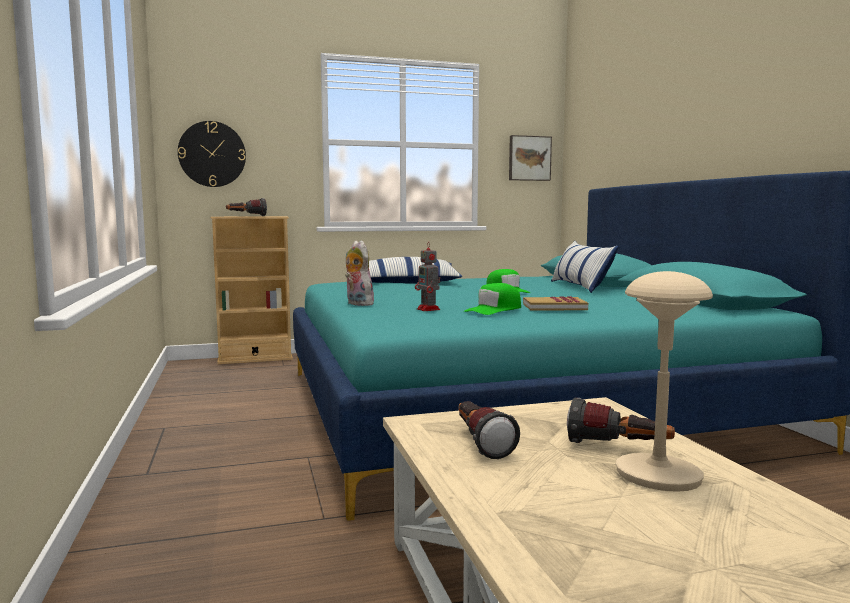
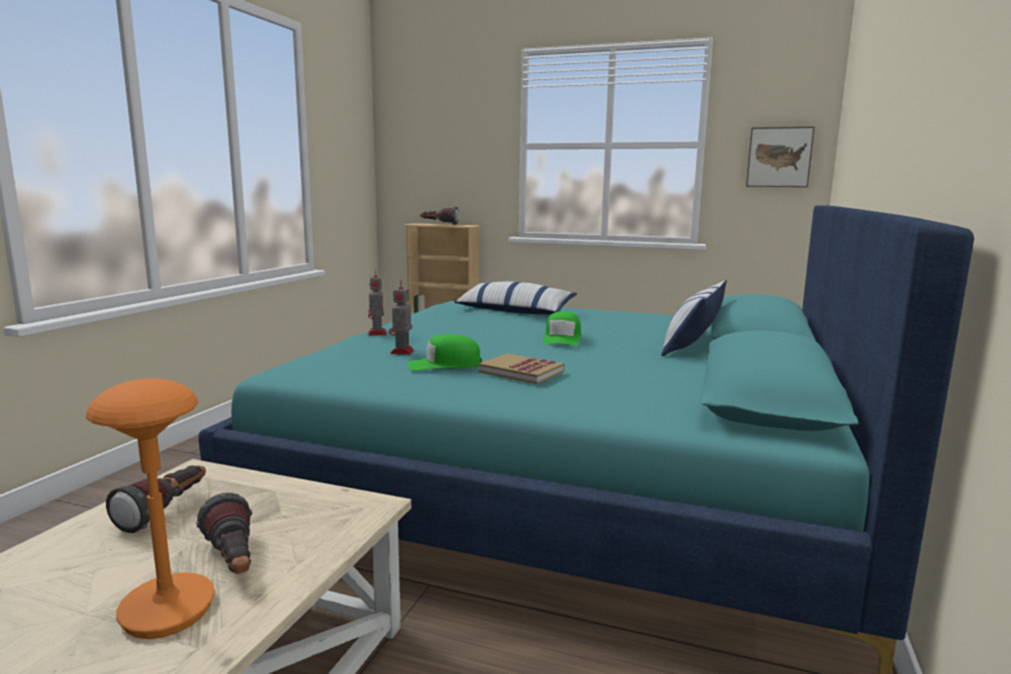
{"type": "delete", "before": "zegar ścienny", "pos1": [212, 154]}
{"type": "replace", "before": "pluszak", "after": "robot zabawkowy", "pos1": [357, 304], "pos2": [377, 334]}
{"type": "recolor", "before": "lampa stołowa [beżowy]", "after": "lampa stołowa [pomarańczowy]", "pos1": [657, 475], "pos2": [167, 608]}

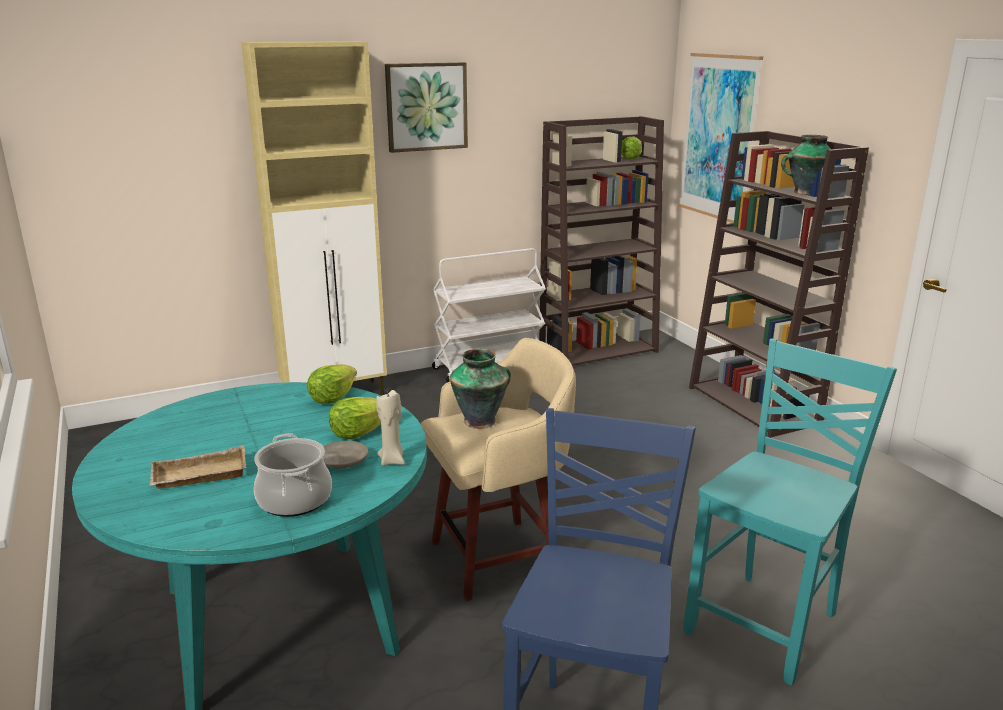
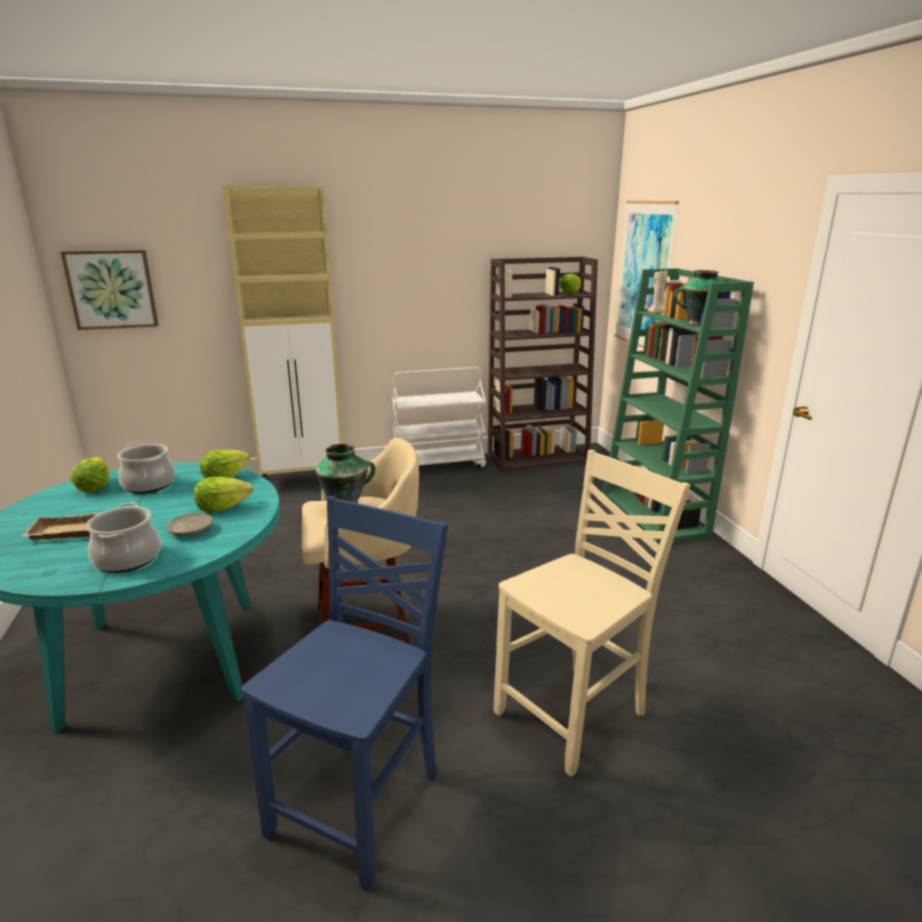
{"type": "insert", "after": "sałata", "pos2": [94, 487]}
{"type": "insert", "after": "garnek", "pos2": [149, 485]}
{"type": "move", "before": "świeca [beżowy]", "pos1": [392, 460], "pos2": [656, 313]}
{"type": "move", "before": "obraz", "pos1": [426, 107], "pos2": [112, 289]}
{"type": "recolor", "before": "krzesło [turkusowy]", "after": "krzesło [beżowy]", "pos1": [766, 623], "pos2": [574, 714]}
{"type": "recolor", "before": "regał [brązowy]", "after": "regał [zielony]", "pos1": [754, 405], "pos2": [655, 515]}

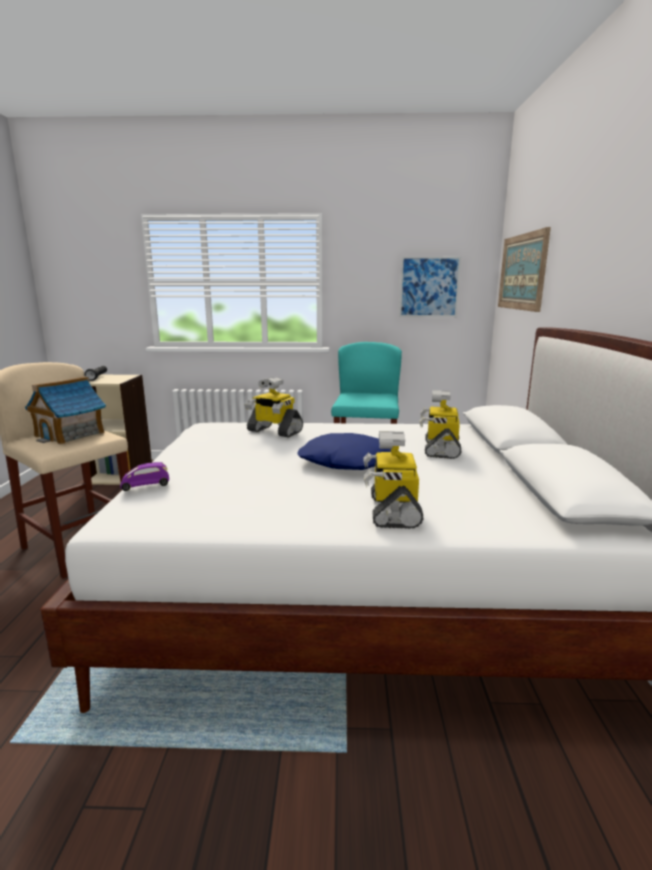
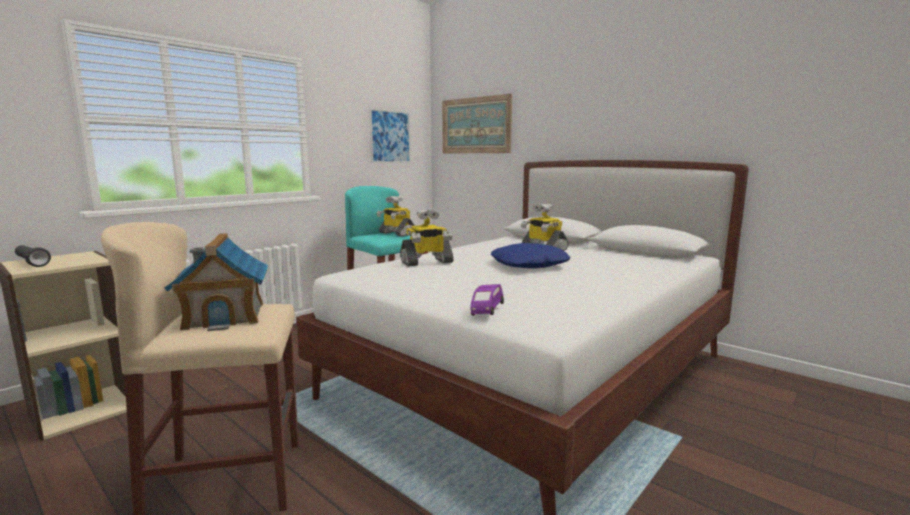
{"type": "move", "before": "robot zabawkowy", "pos1": [393, 511], "pos2": [396, 234]}

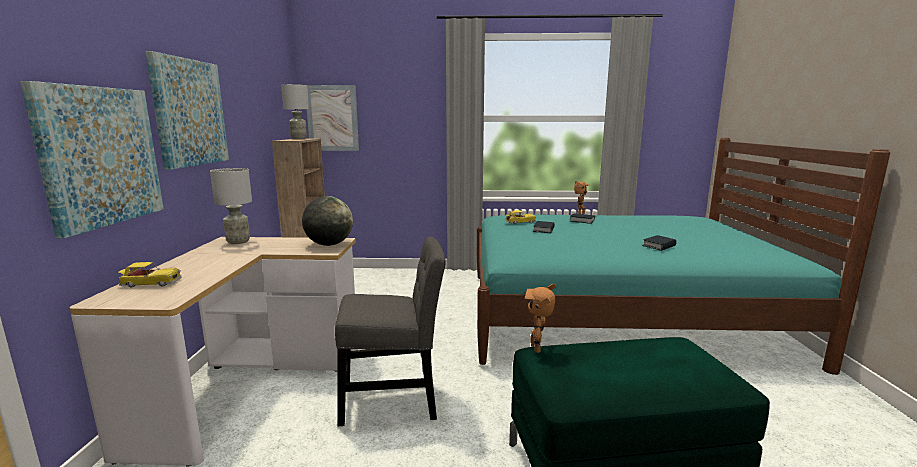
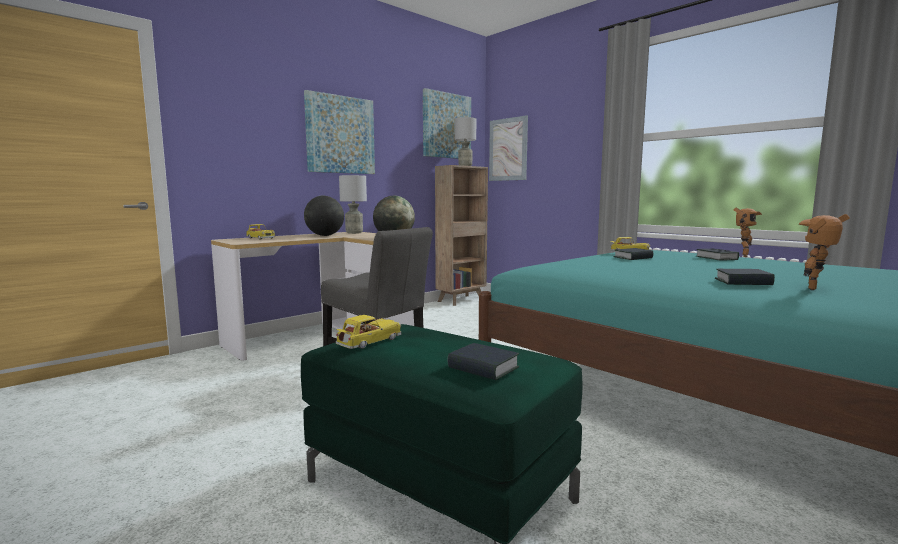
{"type": "insert", "after": "globus", "pos2": [325, 235]}
{"type": "insert", "after": "samochodzik", "pos2": [368, 342]}
{"type": "insert", "after": "książka", "pos2": [483, 368]}
{"type": "move", "before": "obraz", "pos1": [100, 156], "pos2": [446, 126]}
{"type": "move", "before": "robot zabawkowy", "pos1": [538, 348], "pos2": [817, 289]}

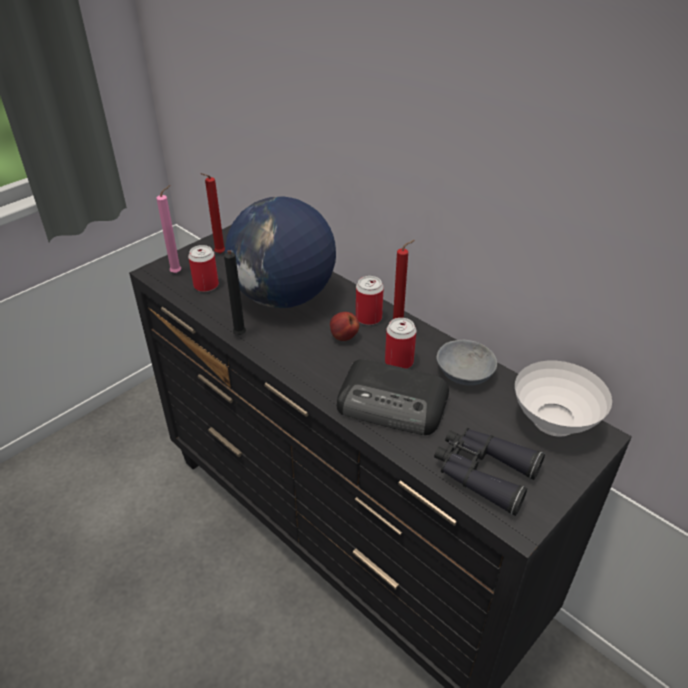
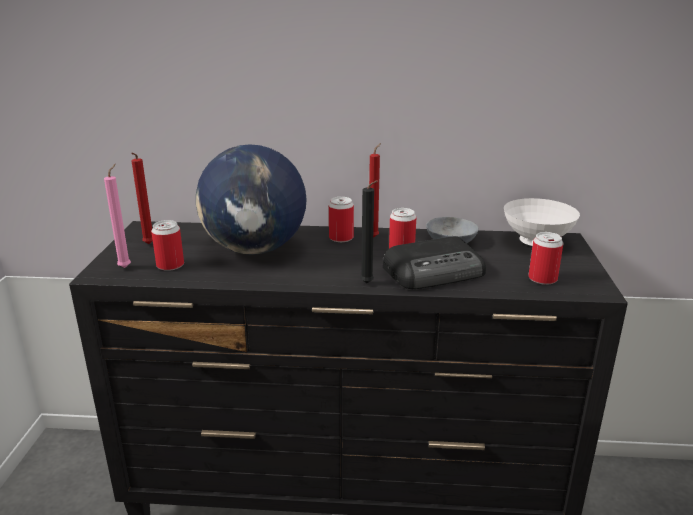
{"type": "delete", "before": "jabłko", "pos1": [343, 337]}
{"type": "move", "before": "świeca [czarny]", "pos1": [239, 336], "pos2": [368, 284]}
{"type": "replace", "before": "lornetka [czarny]", "after": "puszka", "pos1": [483, 473], "pos2": [542, 279]}

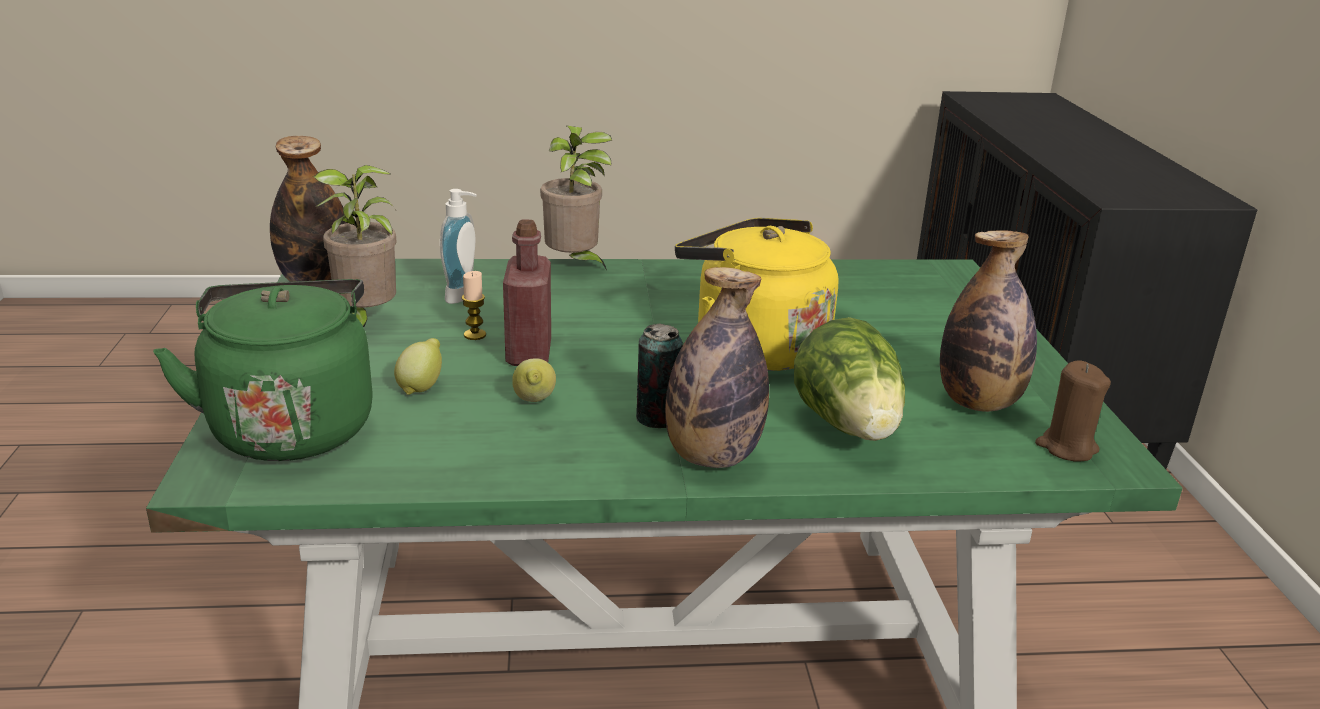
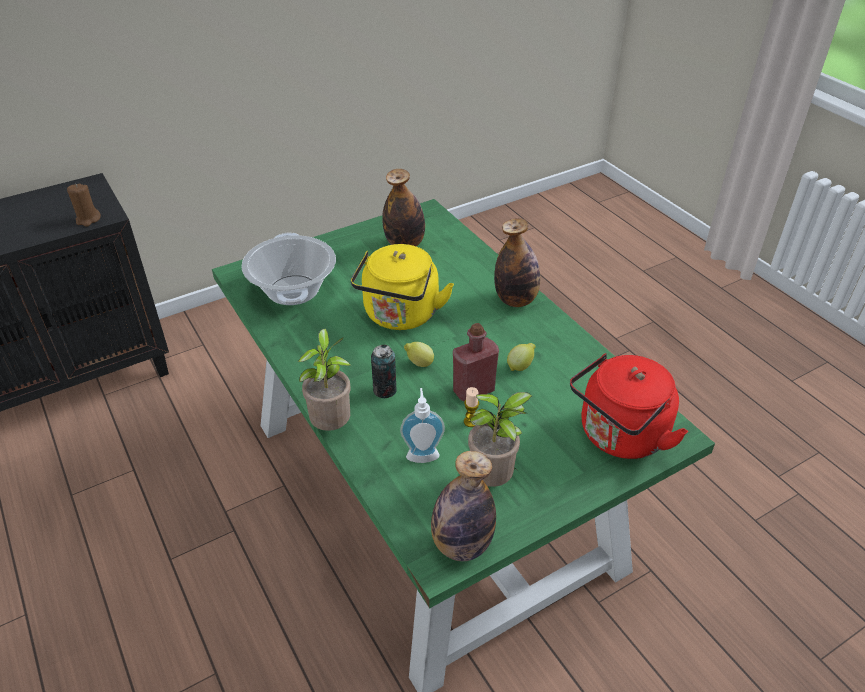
{"type": "delete", "before": "sałata", "pos1": [849, 427]}
{"type": "insert", "after": "garnek", "pos2": [293, 290]}
{"type": "move", "before": "cytryna", "pos1": [421, 387], "pos2": [419, 363]}
{"type": "move", "before": "puszka", "pos1": [657, 418], "pos2": [384, 390]}
{"type": "move", "before": "świeca [brązowy]", "pos1": [1066, 447], "pos2": [88, 219]}
{"type": "recolor", "before": "czajnik [zielony]", "after": "czajnik [czerwony]", "pos1": [292, 425], "pos2": [619, 437]}

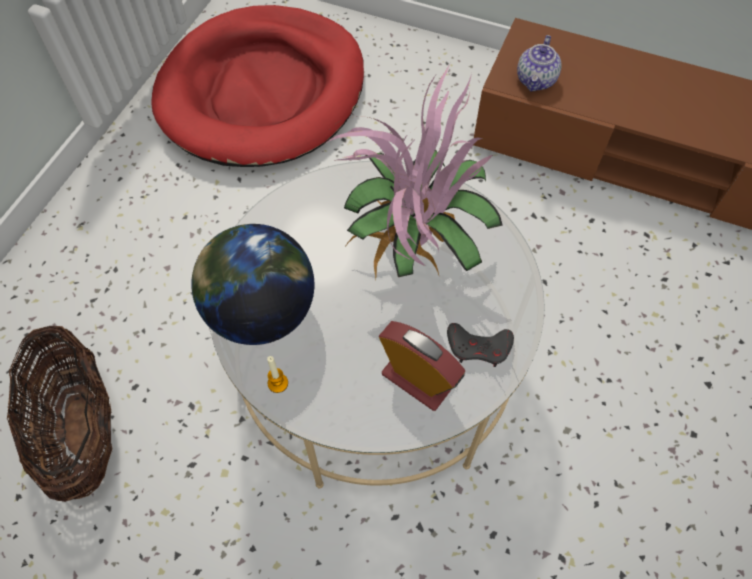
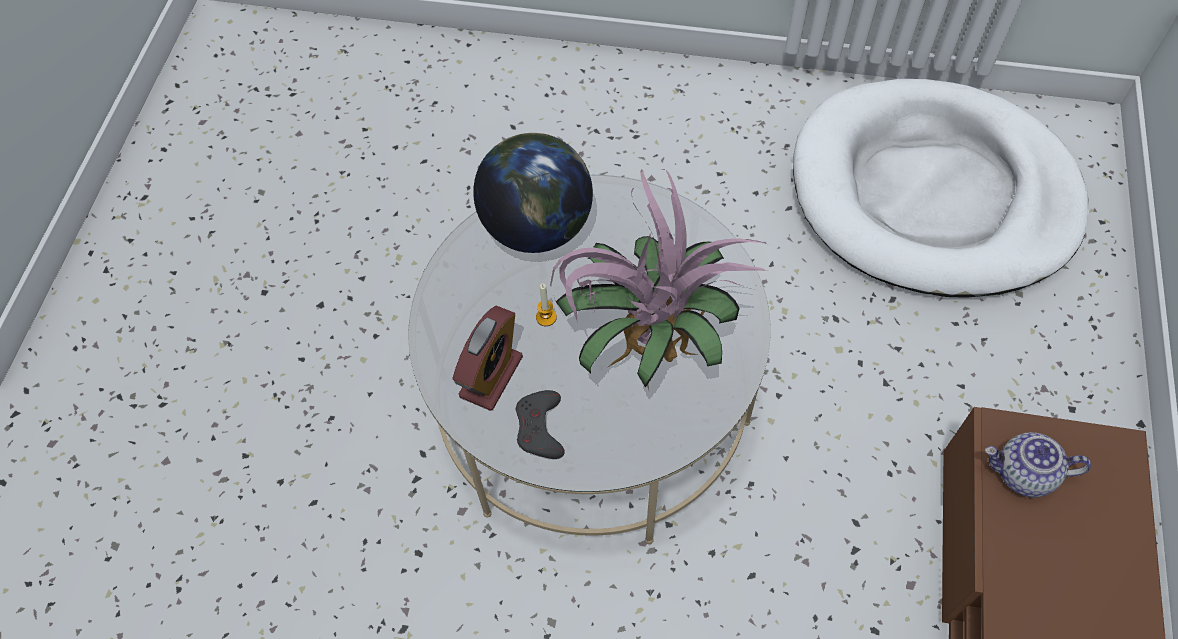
{"type": "delete", "before": "koszyk", "pos1": [82, 429]}
{"type": "move", "before": "świeca", "pos1": [278, 383], "pos2": [546, 317]}
{"type": "recolor", "before": "legowisko [czerwony]", "after": "legowisko [biały]", "pos1": [263, 92], "pos2": [932, 194]}

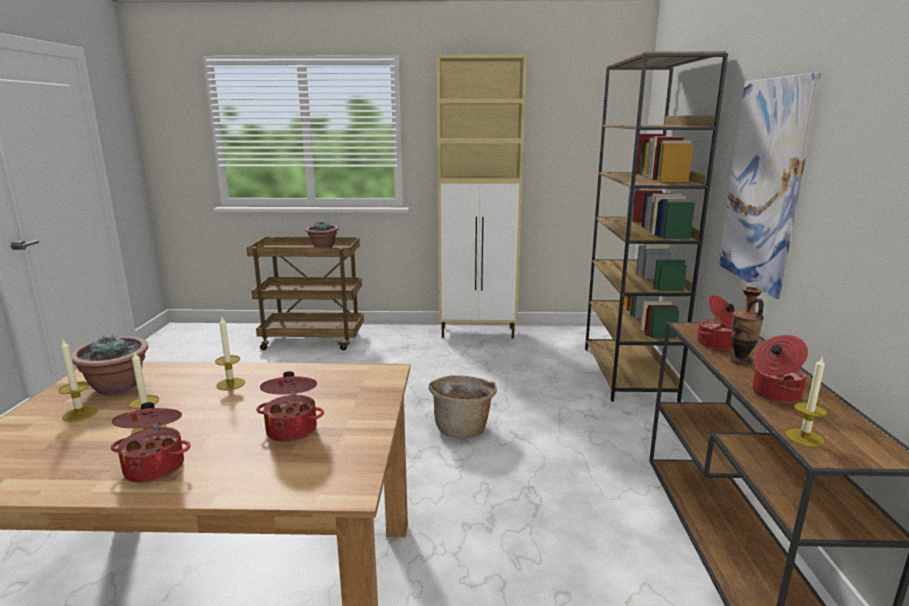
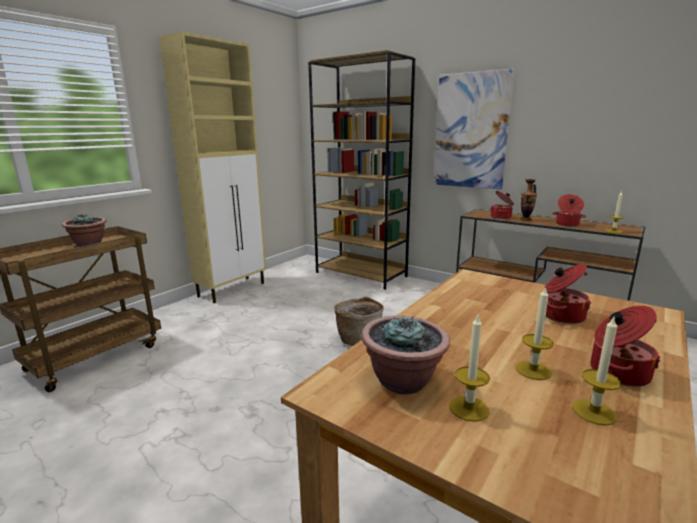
{"type": "move", "before": "świeca", "pos1": [230, 384], "pos2": [594, 412]}

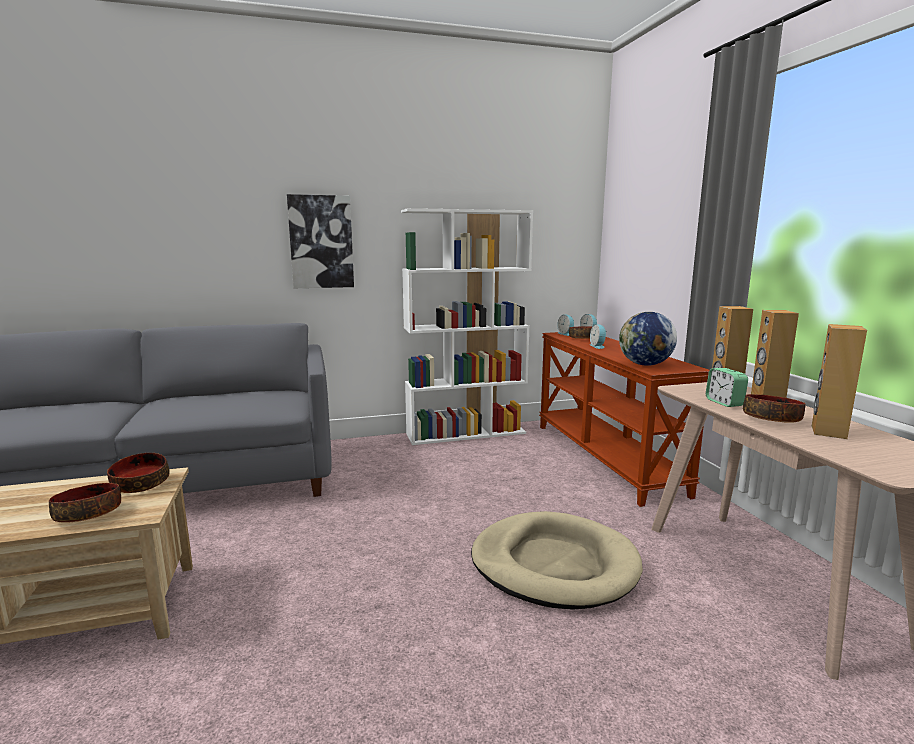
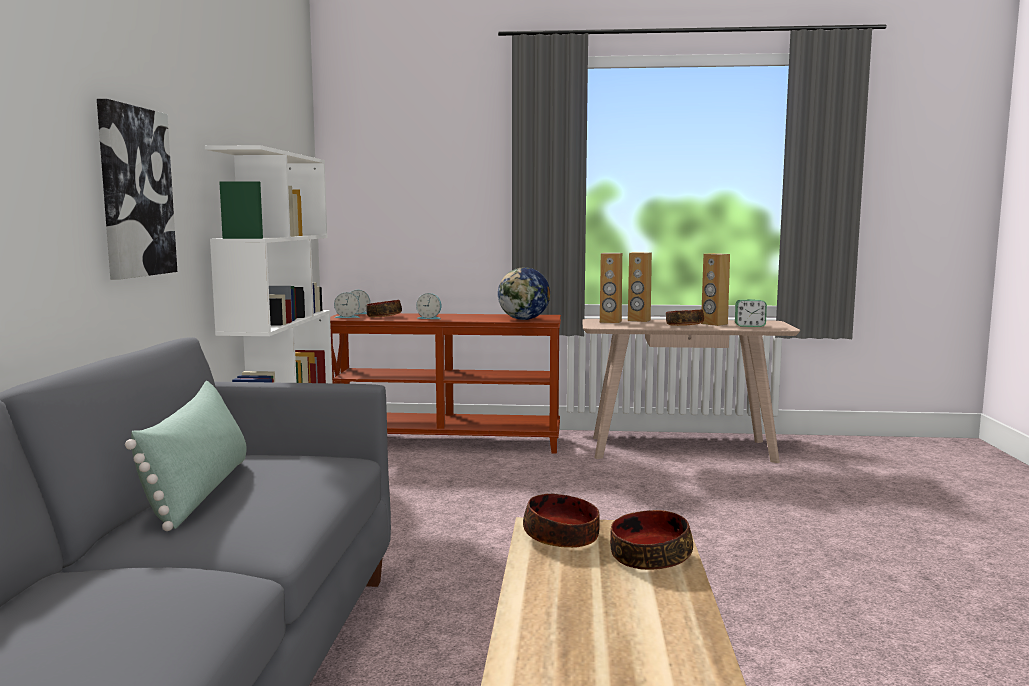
{"type": "delete", "before": "legowisko [beżowy]", "pos1": [554, 564]}
{"type": "insert", "after": "poduszka [zielony]", "pos2": [199, 492]}
{"type": "move", "before": "budzik", "pos1": [724, 403], "pos2": [750, 326]}

